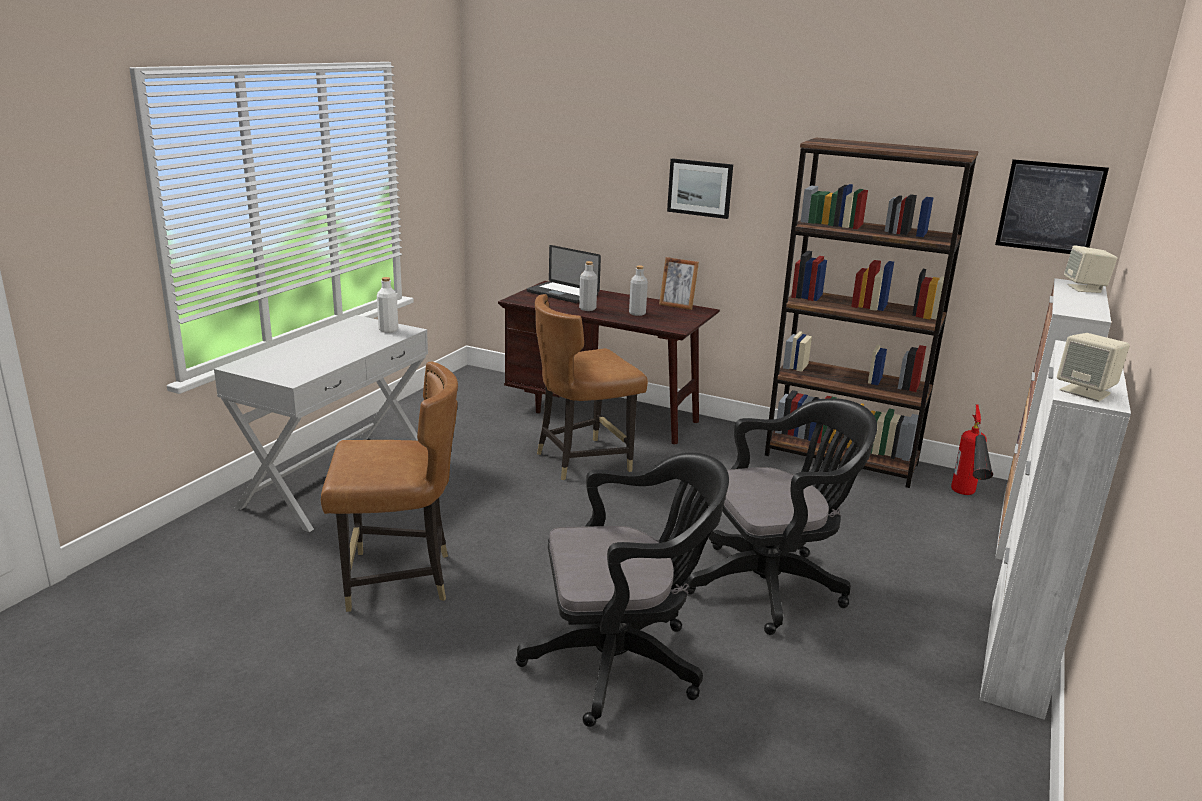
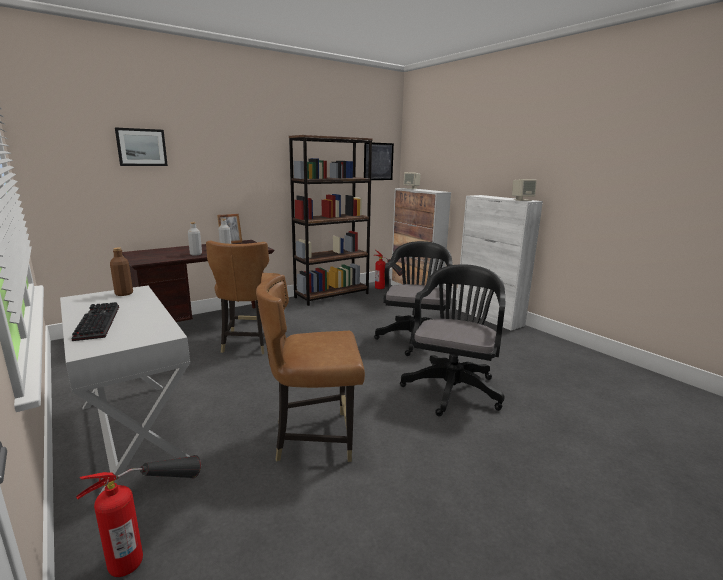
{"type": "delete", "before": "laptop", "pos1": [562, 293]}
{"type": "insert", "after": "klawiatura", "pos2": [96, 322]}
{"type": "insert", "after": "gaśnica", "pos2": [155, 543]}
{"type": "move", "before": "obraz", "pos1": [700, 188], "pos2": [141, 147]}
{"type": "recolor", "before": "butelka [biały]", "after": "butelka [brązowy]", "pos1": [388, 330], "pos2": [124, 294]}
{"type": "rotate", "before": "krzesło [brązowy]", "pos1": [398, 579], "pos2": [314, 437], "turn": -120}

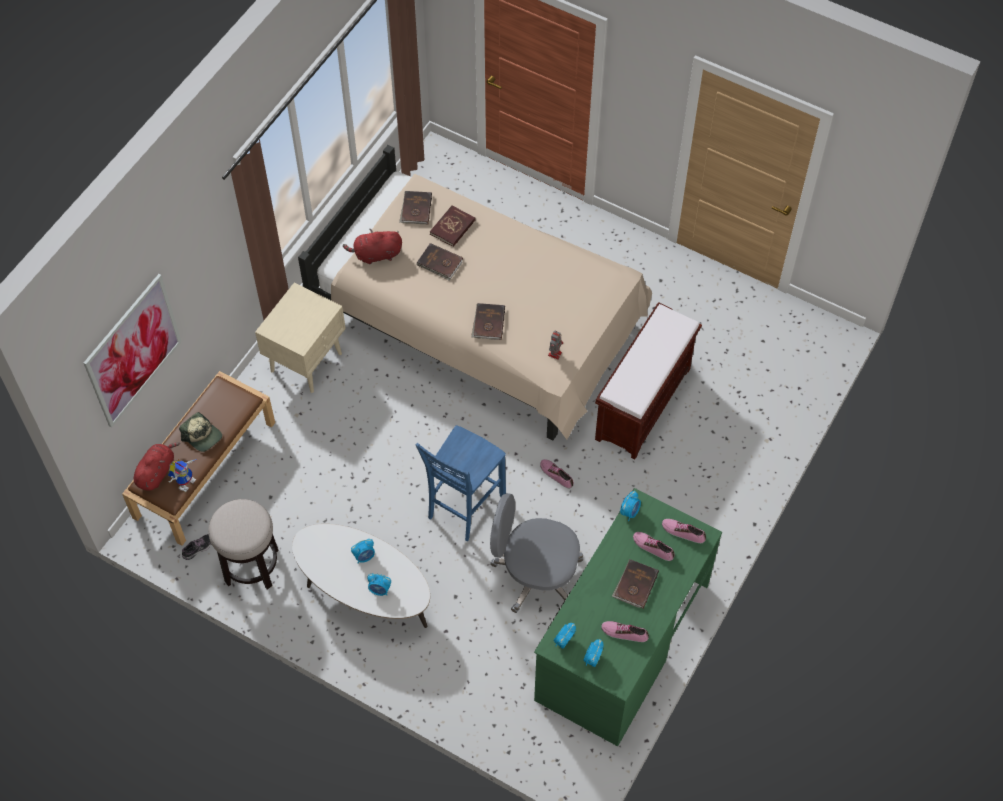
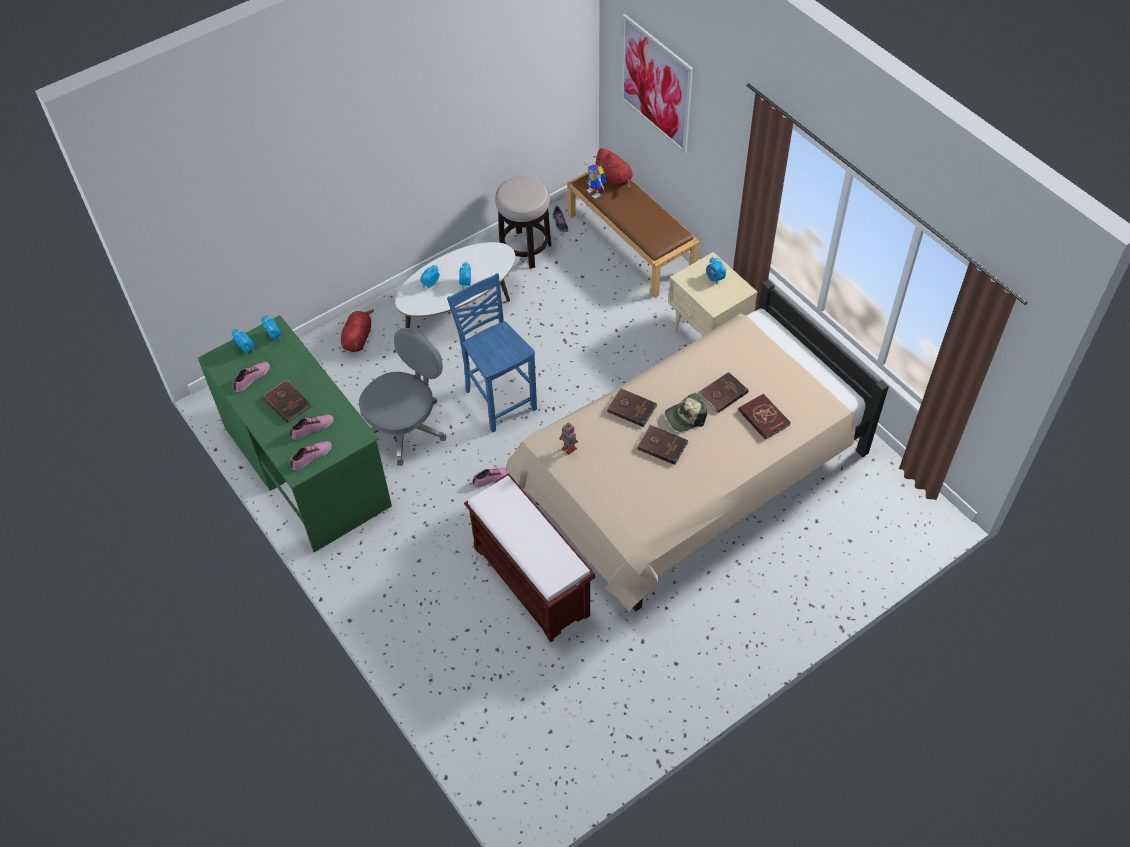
{"type": "move", "before": "czapka z daszkiem", "pos1": [202, 436], "pos2": [685, 417]}
{"type": "move", "before": "pluszak [czerwony]", "pos1": [376, 255], "pos2": [358, 338]}
{"type": "move", "before": "książka [brązowy]", "pos1": [416, 209], "pos2": [662, 445]}
{"type": "move", "before": "budzik", "pos1": [630, 512], "pos2": [715, 279]}

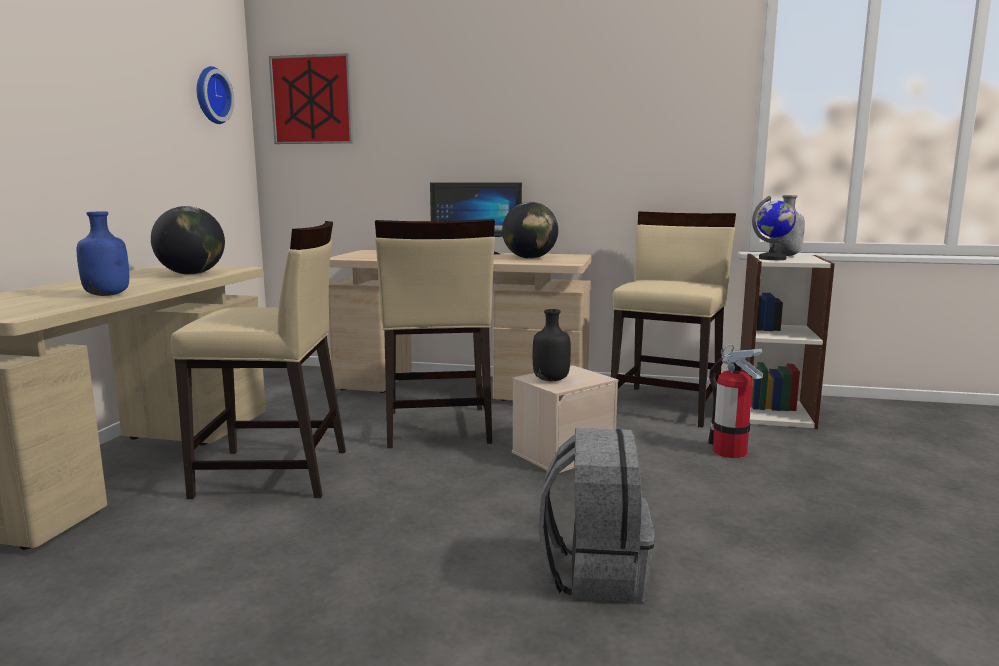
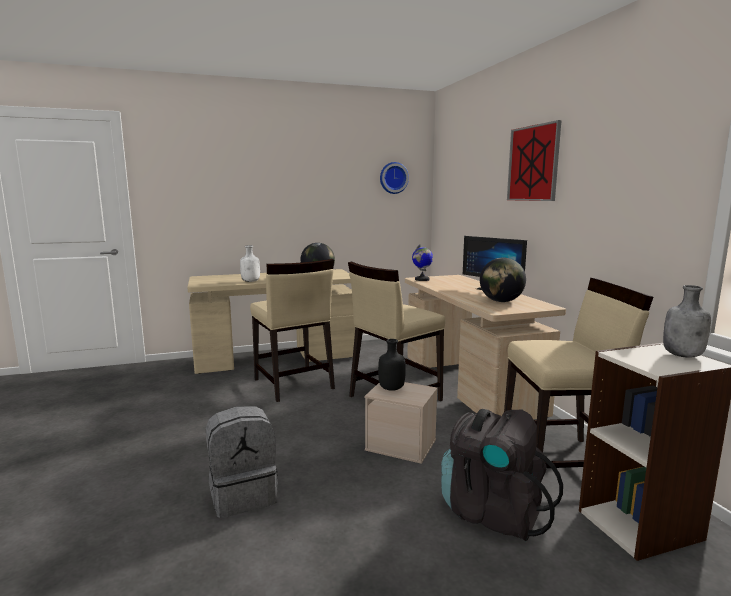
{"type": "move", "before": "obraz", "pos1": [312, 100], "pos2": [533, 163]}
{"type": "move", "before": "globus", "pos1": [772, 259], "pos2": [422, 279]}
{"type": "replace", "before": "gaśnica", "after": "plecak [czarny]", "pos1": [728, 451], "pos2": [492, 512]}
{"type": "recolor", "before": "butelka [niebieski]", "after": "butelka [biały]", "pos1": [108, 295], "pos2": [251, 281]}

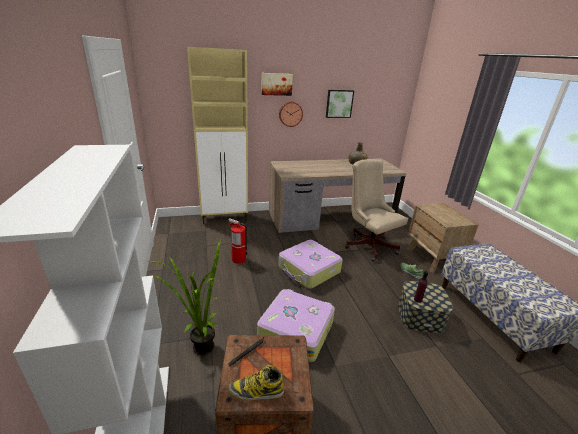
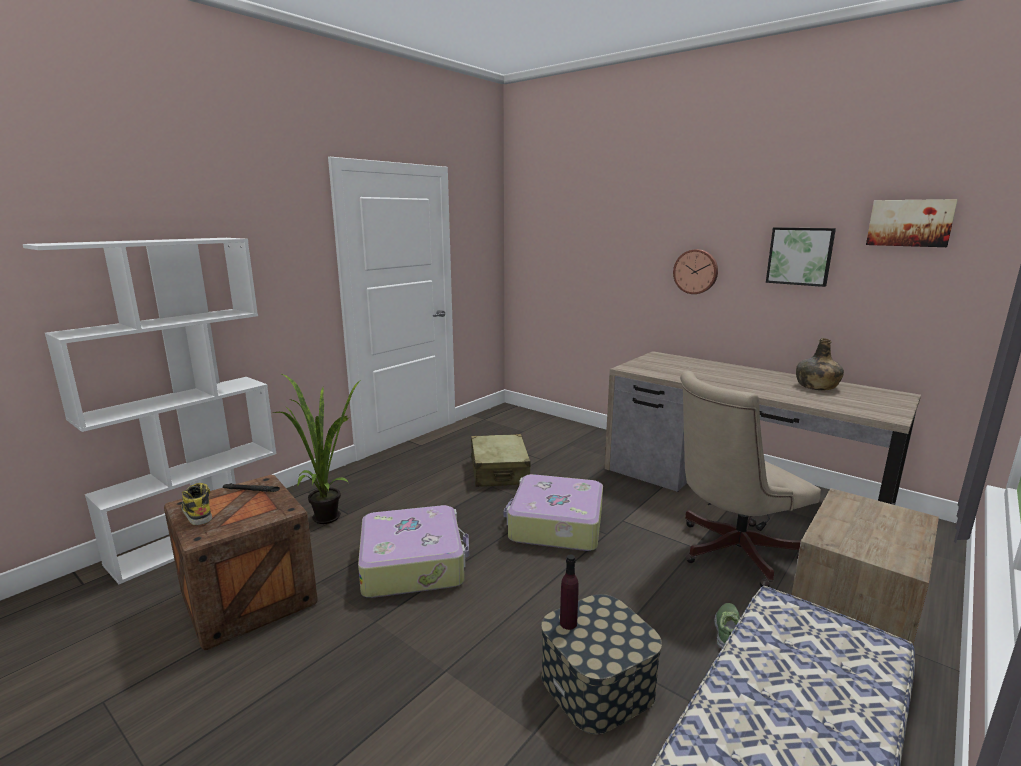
{"type": "delete", "before": "szafka [beżowy]", "pos1": [225, 218]}
{"type": "move", "before": "obraz", "pos1": [276, 84], "pos2": [910, 223]}
{"type": "replace", "before": "gaśnica", "after": "walizka [beżowy]", "pos1": [238, 259], "pos2": [499, 471]}
{"type": "rotate", "before": "krzesło biurowe [beżowy]", "pos1": [368, 245], "pos2": [729, 552], "turn": -135}

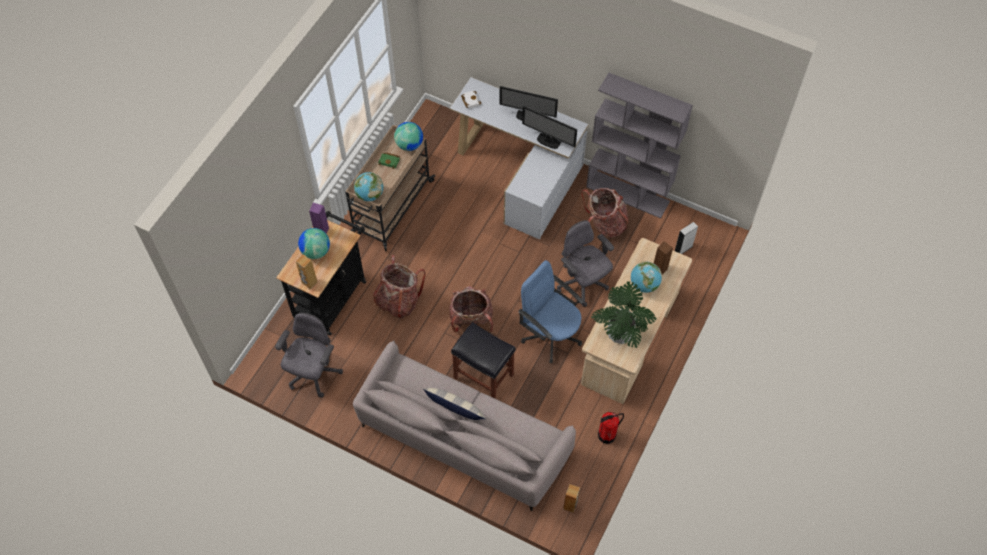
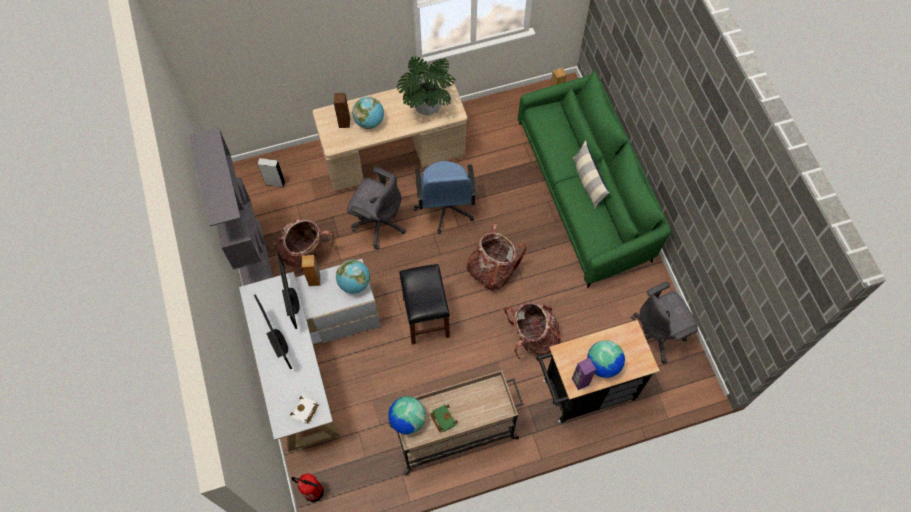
{"type": "move", "before": "głośnik [brązowy]", "pos1": [309, 282], "pos2": [314, 280]}
{"type": "move", "before": "globus", "pos1": [369, 195], "pos2": [354, 283]}
{"type": "move", "before": "stołek [czarny]", "pos1": [482, 376], "pos2": [426, 318]}
{"type": "move", "before": "gaśnica", "pos1": [607, 435], "pos2": [313, 491]}
{"type": "recolor", "before": "kanapa [szary]", "after": "kanapa [zielony]", "pos1": [462, 439], "pos2": [586, 192]}
{"type": "rotate", "before": "krzesło biurowe [szary]", "pos1": [582, 284], "pos2": [378, 223], "turn": -75}

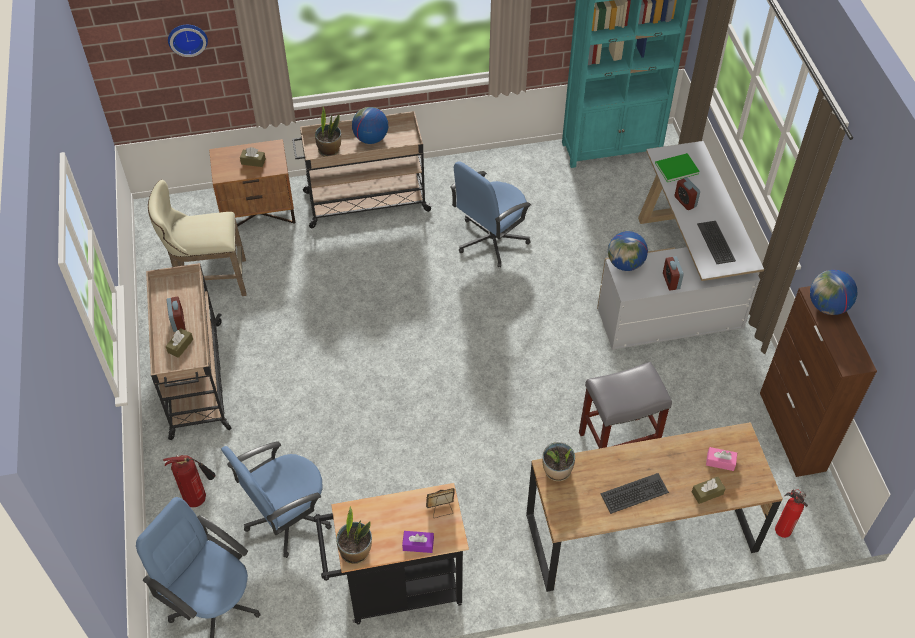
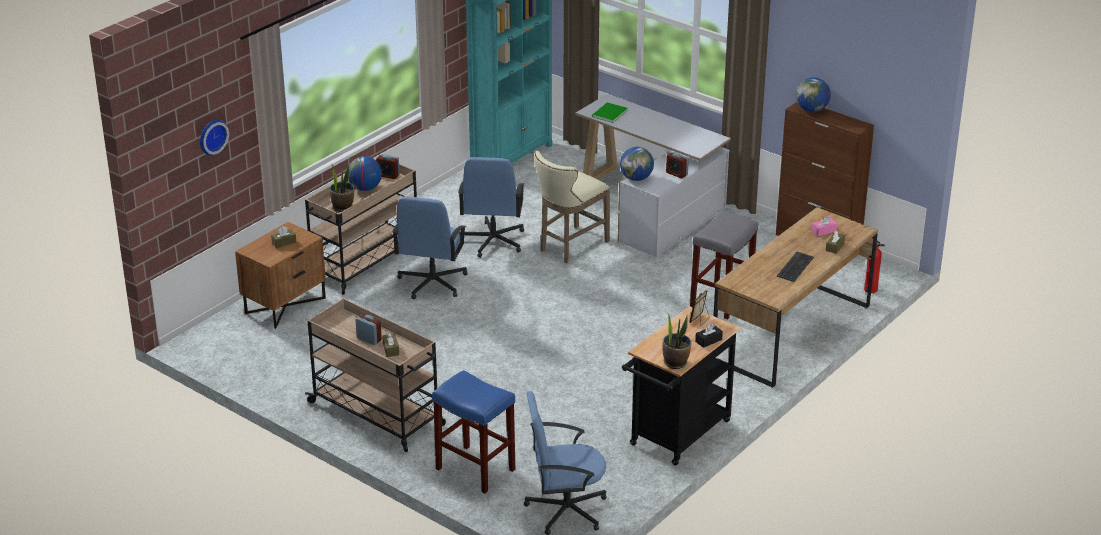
{"type": "delete", "before": "roślina doniczkowa", "pos1": [557, 471]}
{"type": "delete", "before": "klawiatura", "pos1": [716, 242]}
{"type": "move", "before": "stołek [beżowy]", "pos1": [208, 280], "pos2": [570, 246]}
{"type": "move", "before": "krzesło biurowe [niebieski]", "pos1": [286, 517], "pos2": [432, 283]}
{"type": "move", "before": "budzik", "pos1": [685, 202], "pos2": [388, 175]}
{"type": "replace", "before": "gaśnica", "after": "stołek [niebieski]", "pos1": [198, 498], "pos2": [474, 469]}
{"type": "recolor", "before": "pudełko chusteczek [fioletowy]", "after": "pudełko chusteczek [czarny]", "pos1": [418, 544], "pos2": [708, 340]}

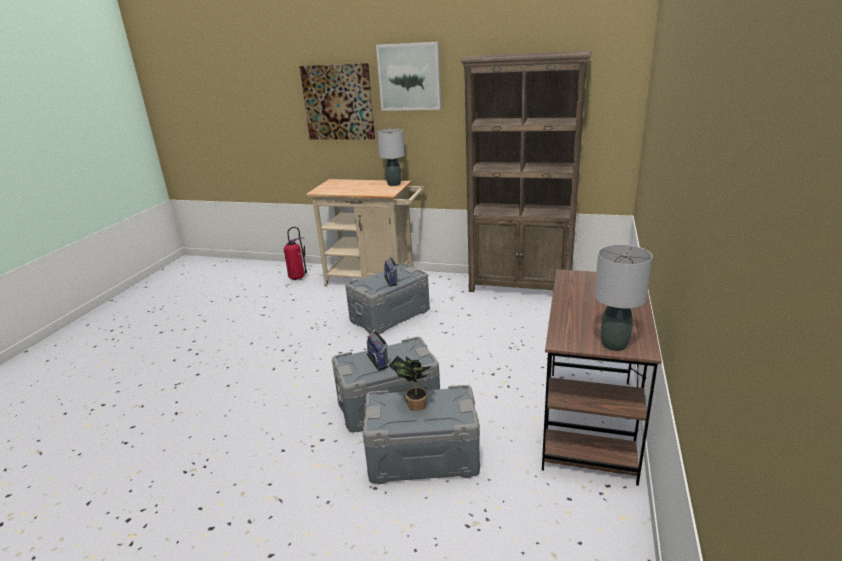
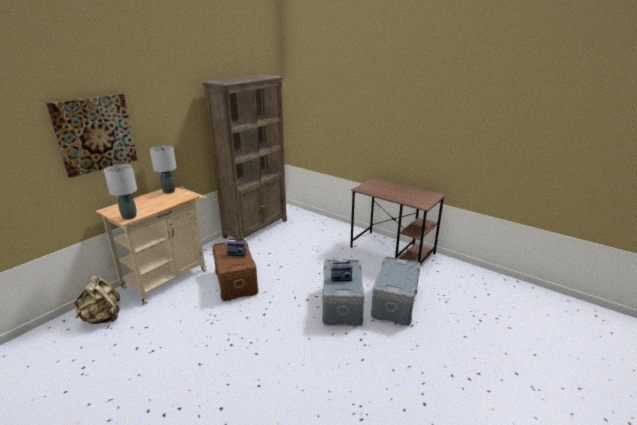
{"type": "delete", "before": "obraz", "pos1": [409, 77]}
{"type": "delete", "before": "roślina doniczkowa", "pos1": [414, 405]}
{"type": "move", "before": "lampa stołowa [szary]", "pos1": [615, 344], "pos2": [129, 216]}
{"type": "replace", "before": "gaśnica", "after": "plecak [beżowy]", "pos1": [298, 278], "pos2": [102, 318]}
{"type": "recolor", "before": "pojemnik do przechowywania [szary]", "after": "pojemnik do przechowywania [brązowy]", "pos1": [390, 316], "pos2": [236, 282]}

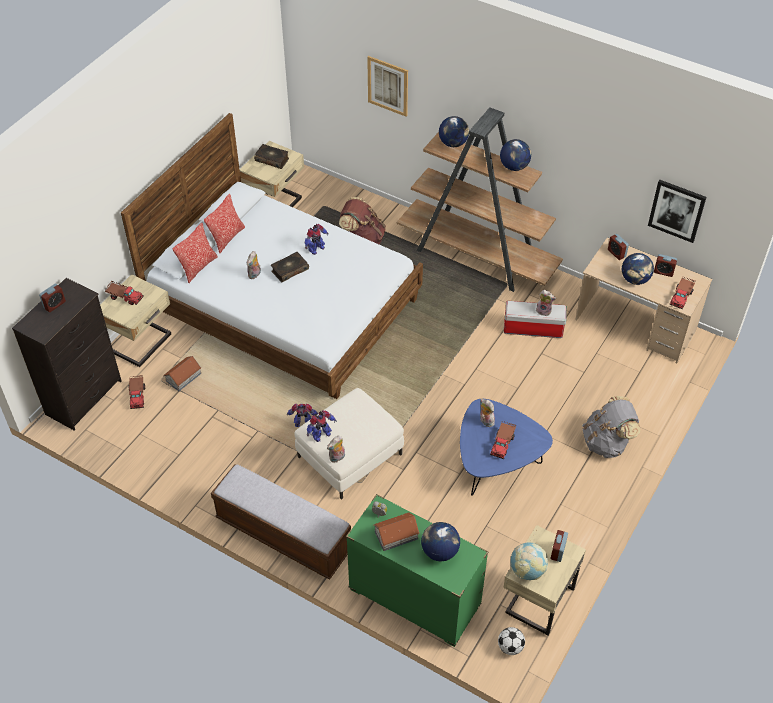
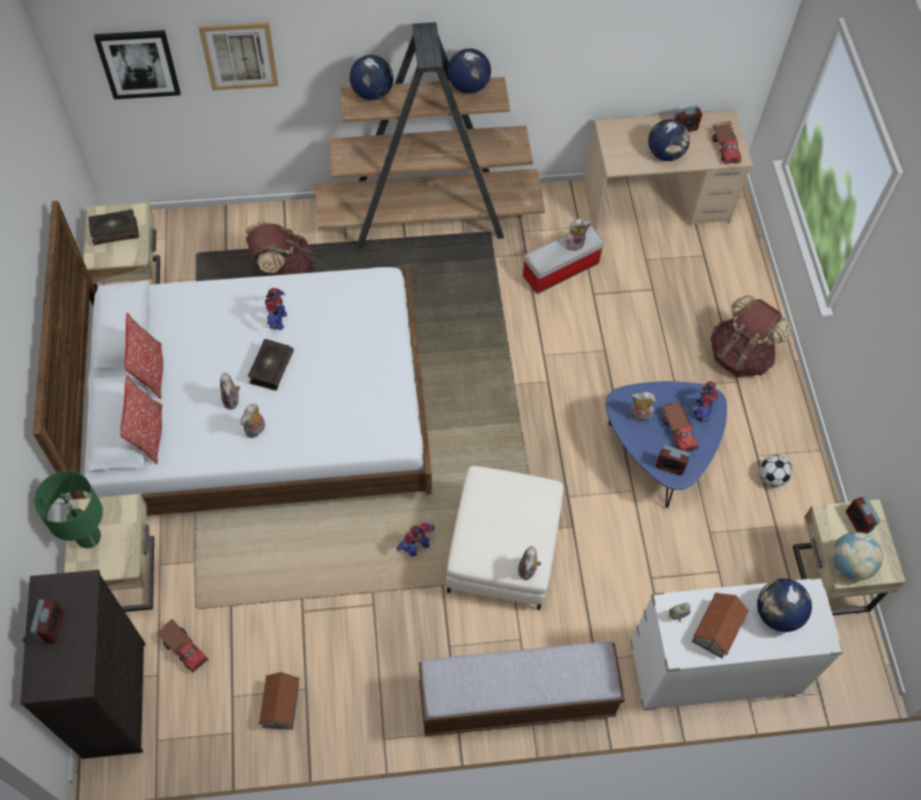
{"type": "insert", "after": "pluszak", "pos2": [256, 431]}
{"type": "move", "before": "domek", "pos1": [183, 377], "pos2": [280, 705]}
{"type": "move", "before": "robot zabawkowy", "pos1": [321, 435], "pos2": [701, 412]}
{"type": "move", "before": "piłka futbolowa", "pos1": [510, 647], "pos2": [771, 478]}
{"type": "move", "before": "budzik", "pos1": [616, 253], "pos2": [670, 466]}
{"type": "move", "before": "obraz", "pos1": [677, 210], "pos2": [138, 64]}
{"type": "replace", "before": "ciężarówka zabawkowa", "after": "lampa stołowa [zielony]", "pos1": [124, 296], "pos2": [88, 537]}
{"type": "recolor", "before": "komoda [zielony]", "after": "komoda [biały]", "pos1": [414, 598], "pos2": [713, 669]}
{"type": "recolor", "before": "plecak [szary]", "after": "plecak [brązowy]", "pos1": [606, 442], "pos2": [740, 356]}

